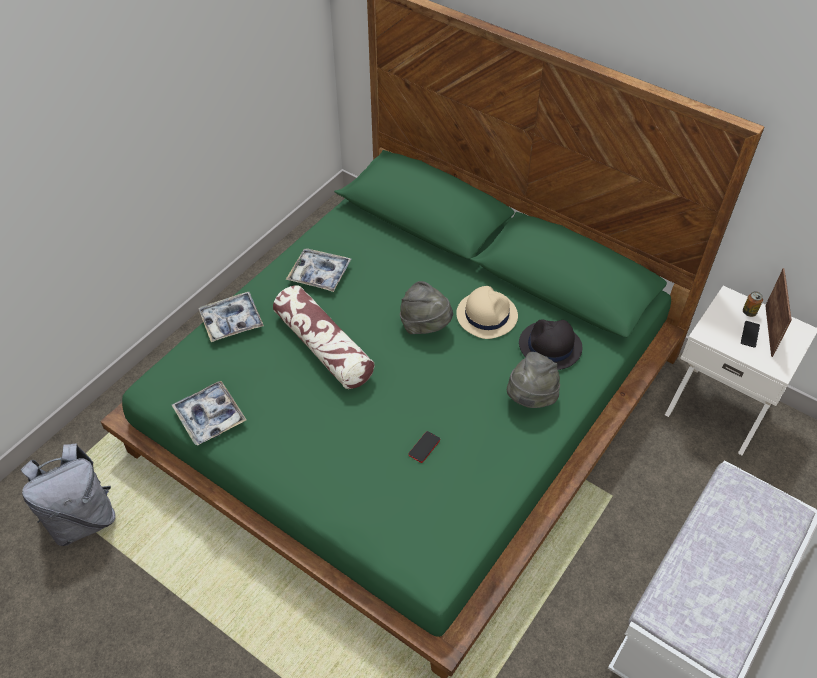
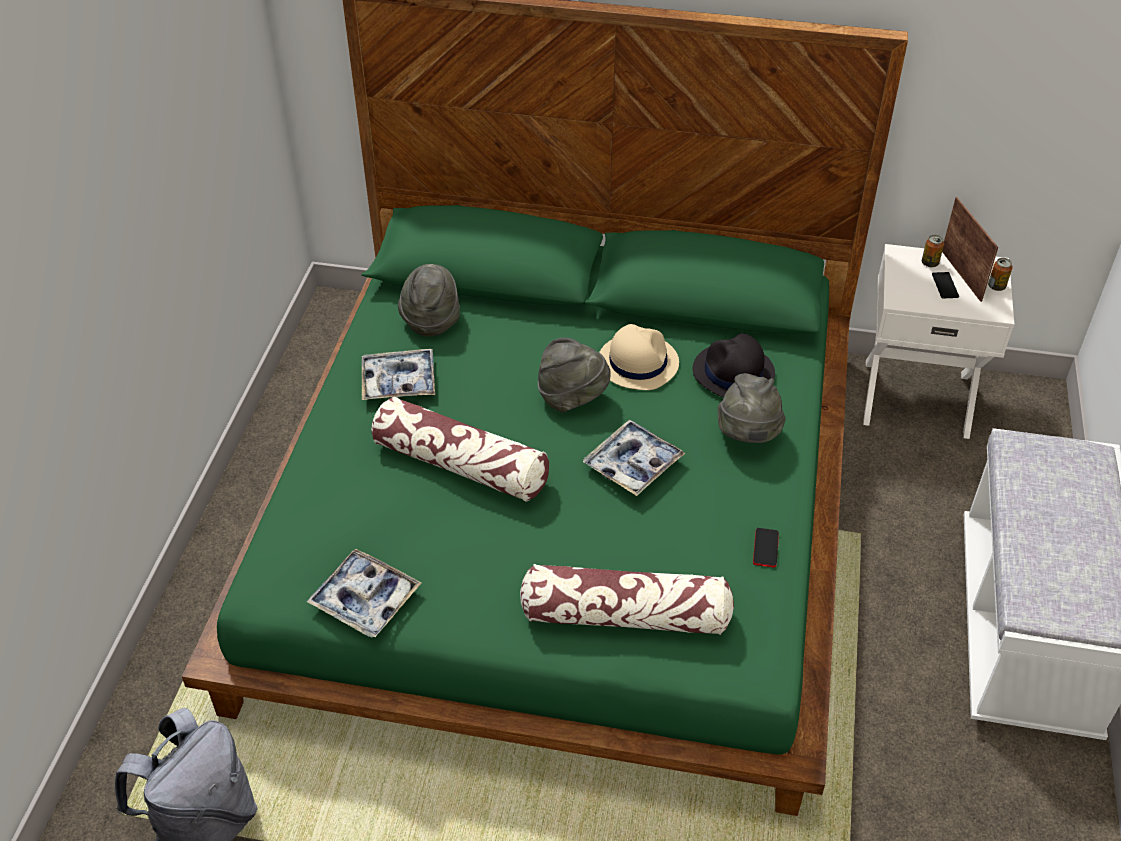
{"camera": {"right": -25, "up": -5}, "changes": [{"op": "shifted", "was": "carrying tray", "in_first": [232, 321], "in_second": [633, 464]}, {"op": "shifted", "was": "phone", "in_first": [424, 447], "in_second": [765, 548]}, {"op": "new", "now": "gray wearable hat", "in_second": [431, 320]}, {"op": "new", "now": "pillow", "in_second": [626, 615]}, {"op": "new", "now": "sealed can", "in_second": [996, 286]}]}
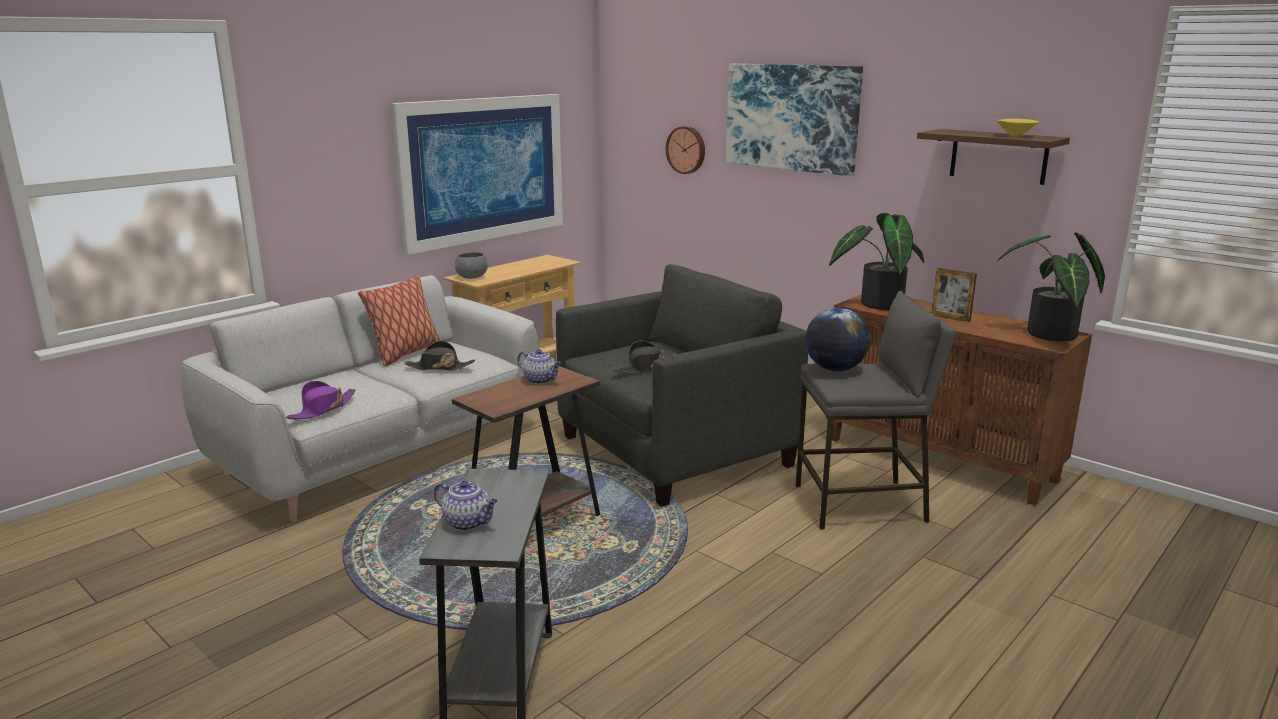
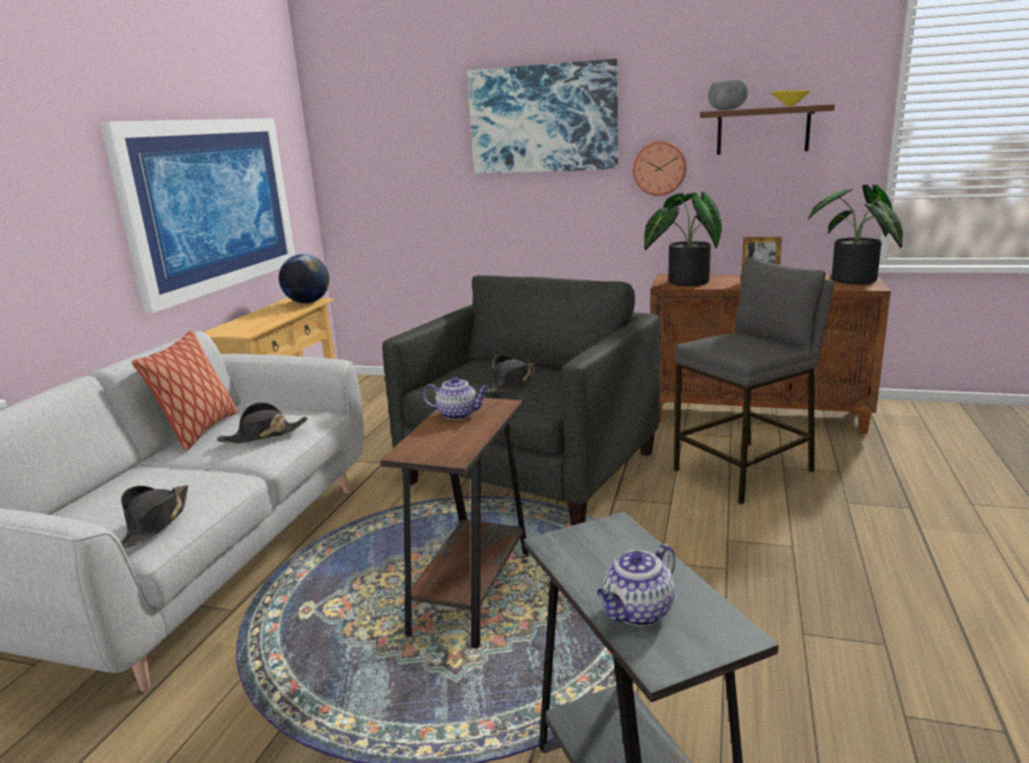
{"camera": {"right": -25, "up": 0}, "changes": [{"op": "repainted", "was": "purple-coloured wearable hat", "now": "blackish wearable hat", "in_first": [322, 409], "in_second": [155, 523]}, {"op": "rotated", "was": "pot for tea", "in_first": [468, 523], "in_second": [637, 612], "clockwise": 135}, {"op": "shifted", "was": "gray deep dish", "in_first": [471, 277], "in_second": [726, 110]}, {"op": "shifted", "was": "clock on the wall", "in_first": [686, 149], "in_second": [659, 168]}, {"op": "shifted", "was": "desk globe", "in_first": [834, 369], "in_second": [307, 302]}]}
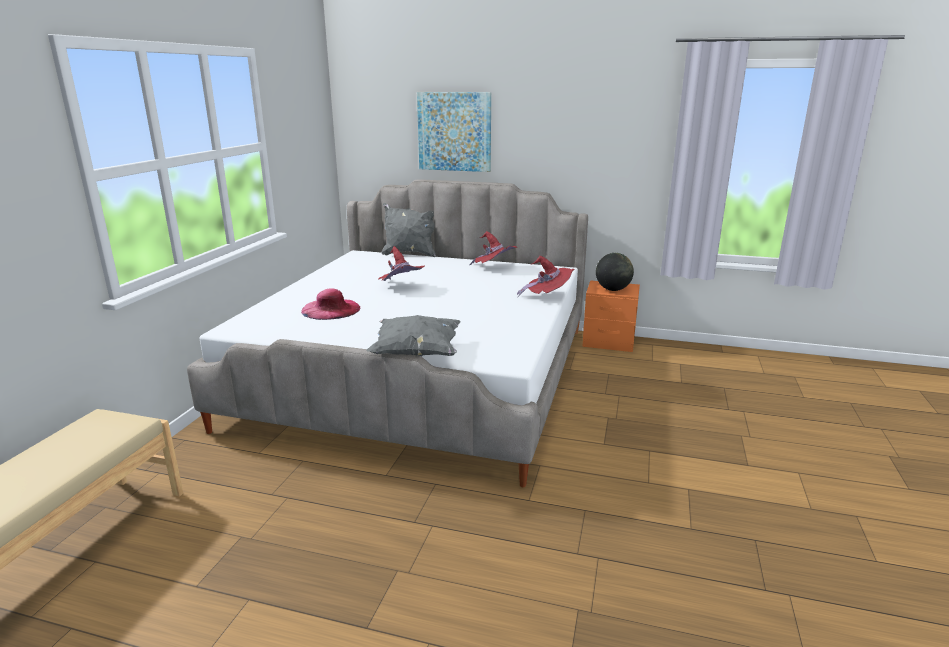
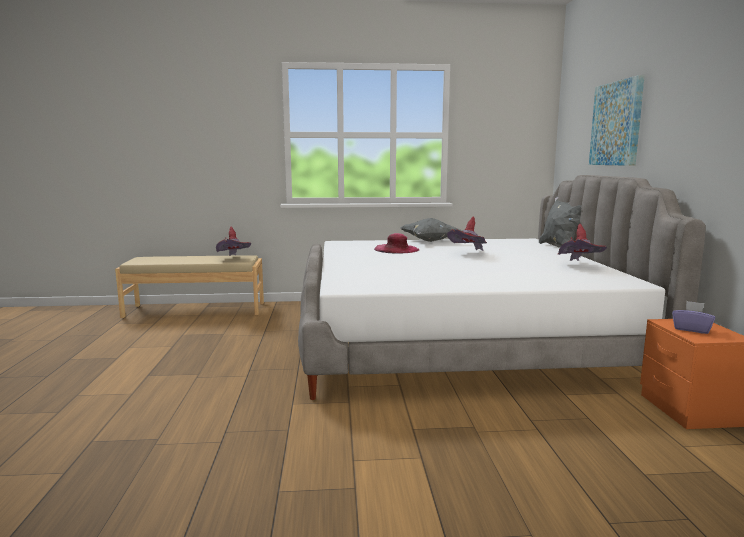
{"camera": {"right": 70, "up": -10}, "changes": [{"op": "shifted", "was": "gray pillow", "in_first": [416, 353], "in_second": [429, 241]}, {"op": "shifted", "was": "red-coloured wearable hat", "in_first": [548, 296], "in_second": [233, 259]}, {"op": "swapped", "was": "desk globe", "now": "purple-coloured tissue box", "in_first": [613, 290], "in_second": [691, 329]}]}
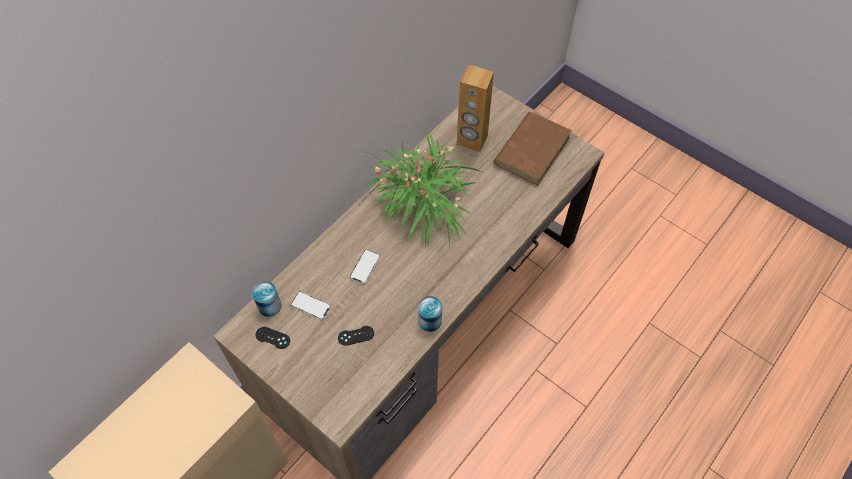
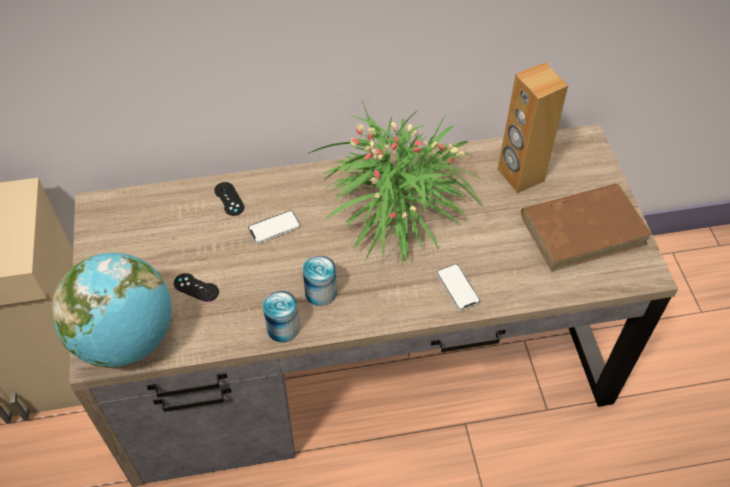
{"camera": {"right": 40, "up": -5}, "changes": [{"op": "shifted", "was": "sealed can", "in_first": [269, 306], "in_second": [320, 292]}, {"op": "shifted", "was": "blackish gamepad", "in_first": [272, 338], "in_second": [229, 199]}, {"op": "shifted", "was": "phone", "in_first": [311, 306], "in_second": [458, 287]}, {"op": "new", "now": "desk globe", "in_second": [127, 339]}]}
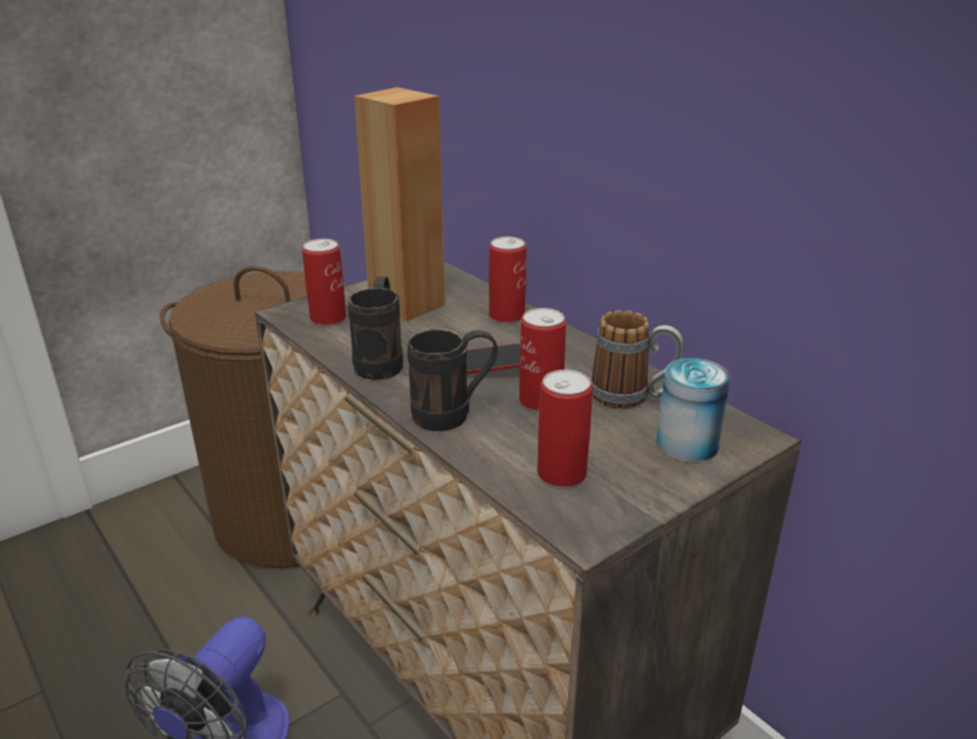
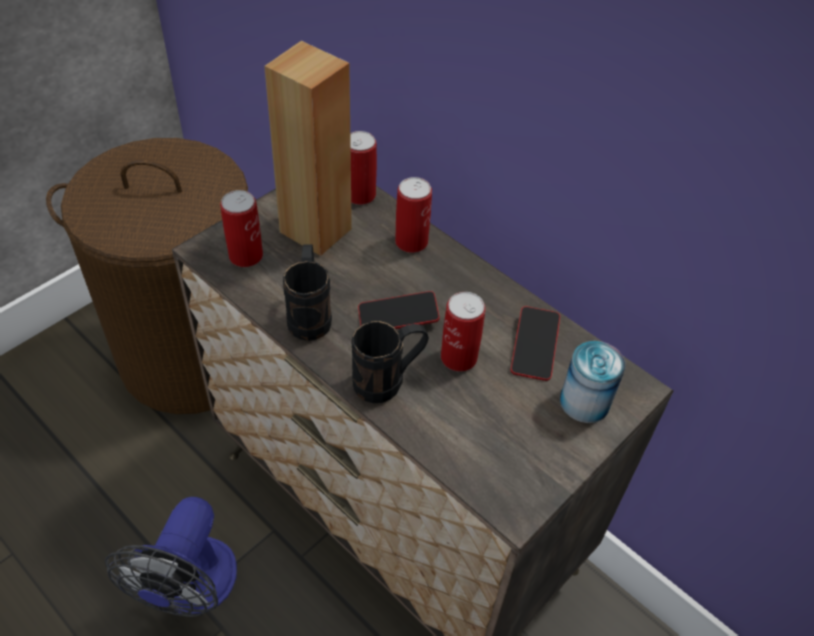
{"camera": {"right": -10, "up": 20}, "changes": [{"op": "shifted", "was": "sealed can", "in_first": [561, 473], "in_second": [360, 195]}, {"op": "swapped", "was": "tea mug", "now": "phone", "in_first": [631, 397], "in_second": [534, 347]}]}
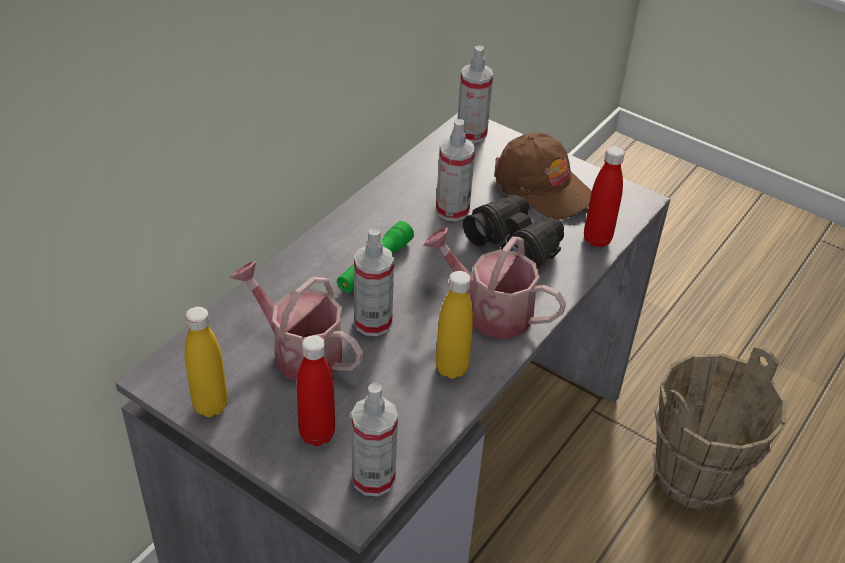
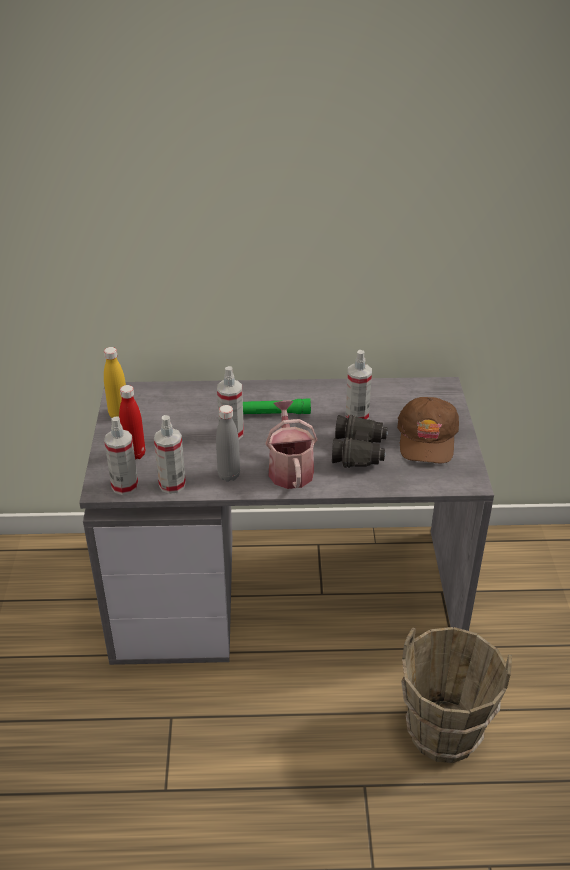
{"camera": {"right": 55, "up": -5}, "changes": [{"op": "gone", "was": "watering pot", "in_first": [299, 352]}, {"op": "repainted", "was": "yellow-coloured beverage bottle", "now": "gray beverage bottle", "in_first": [451, 368], "in_second": [229, 475]}, {"op": "shifted", "was": "hand sprayer", "in_first": [471, 134], "in_second": [172, 484]}, {"op": "gone", "was": "red-coloured beverage bottle", "in_first": [597, 239]}]}
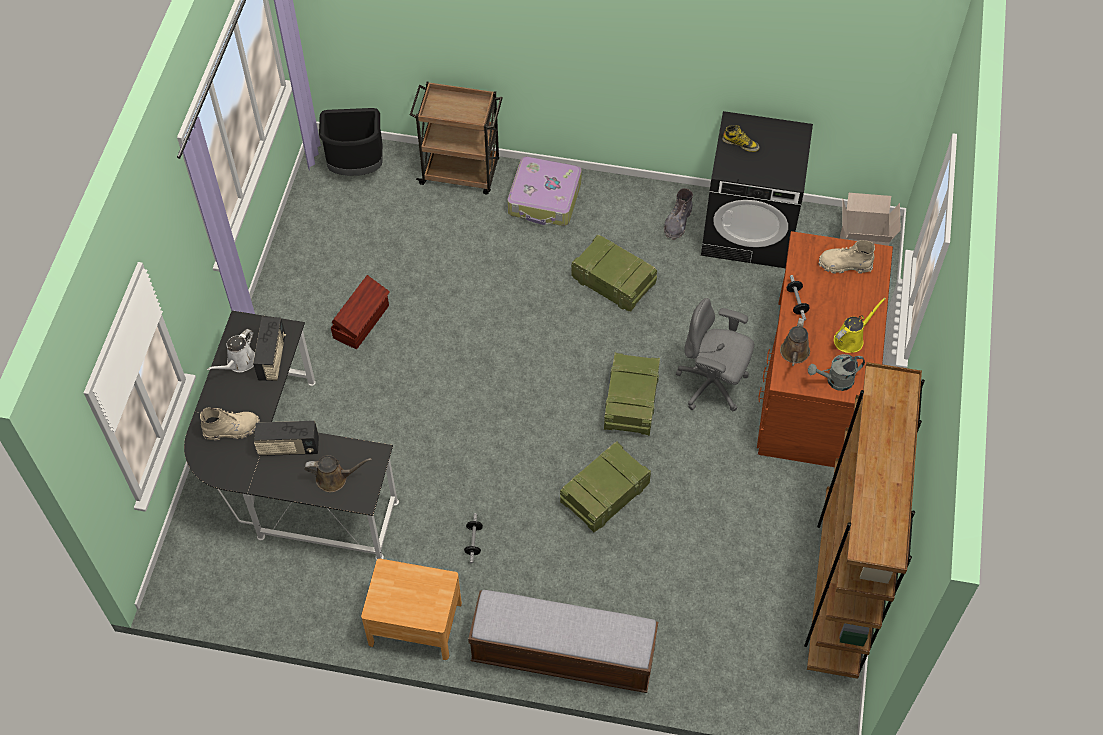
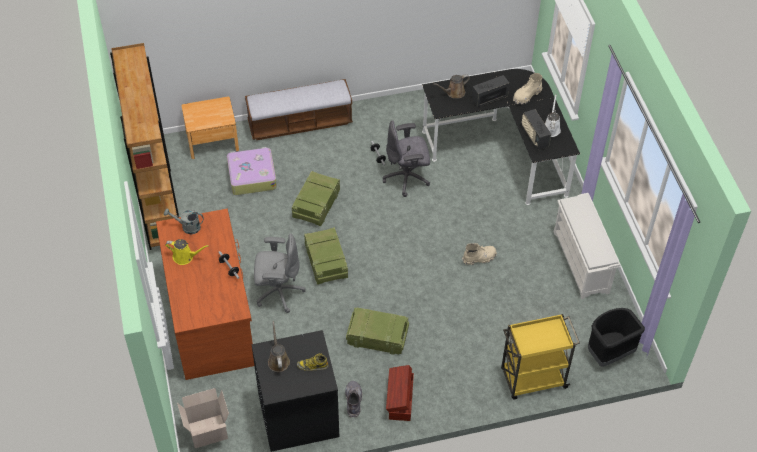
{"camera": {"right": 155, "up": -5}, "changes": [{"op": "shifted", "was": "brown-coloured storage bin", "in_first": [362, 322], "in_second": [400, 400]}, {"op": "shifted", "was": "brown-coloured nightstand", "in_first": [415, 623], "in_second": [212, 141]}, {"op": "repainted", "was": "brown-coloured cart", "now": "yellow-coloured cart", "in_first": [461, 172], "in_second": [532, 379]}, {"op": "shifted", "was": "travel case", "in_first": [545, 199], "in_second": [251, 176]}, {"op": "shifted", "was": "brown-coloured watering pot", "in_first": [794, 354], "in_second": [278, 360]}, {"op": "rotated", "was": "gray watering pot", "in_first": [835, 381], "in_second": [187, 227], "clockwise": -135}, {"op": "shifted", "was": "beige tall boot", "in_first": [844, 265], "in_second": [479, 258]}, {"op": "rotated", "was": "yellow-coloured watering pot", "in_first": [851, 339], "in_second": [185, 257], "clockwise": -105}, {"op": "new", "now": "gray office chair", "in_second": [407, 178]}, {"op": "new", "now": "whitish shoe shelf", "in_second": [582, 262]}]}
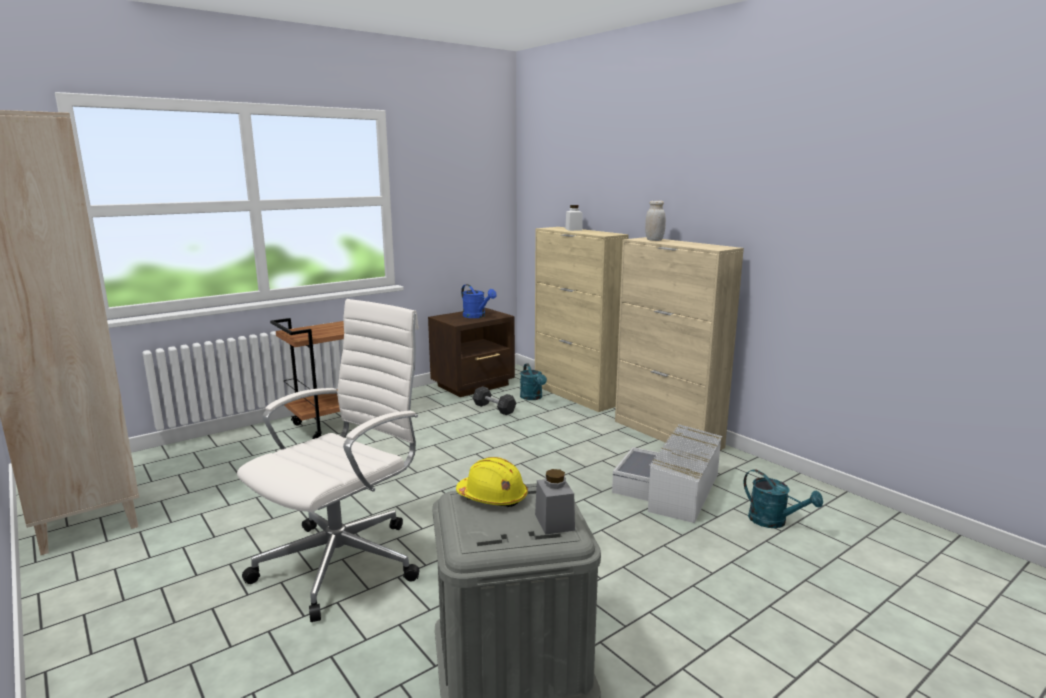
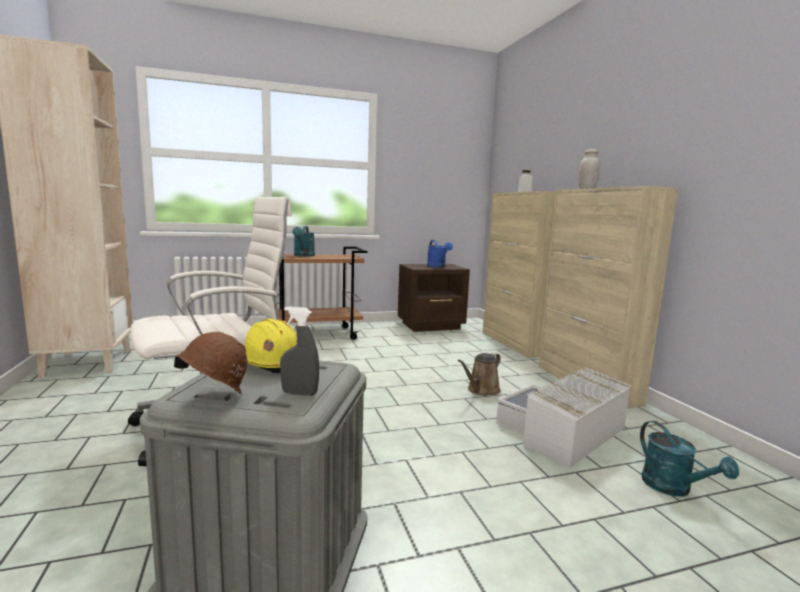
{"camera": {"right": 20, "up": -5}, "changes": [{"op": "gone", "was": "gray free weight", "in_first": [494, 408]}, {"op": "shifted", "was": "blue-green watering pot", "in_first": [533, 397], "in_second": [303, 255]}, {"op": "swapped", "was": "gray jar", "now": "gray hand sprayer", "in_first": [554, 522], "in_second": [299, 393]}, {"op": "new", "now": "brown-coloured work helmet", "in_second": [214, 400]}, {"op": "new", "now": "brown-coloured watering pot", "in_second": [481, 390]}]}
